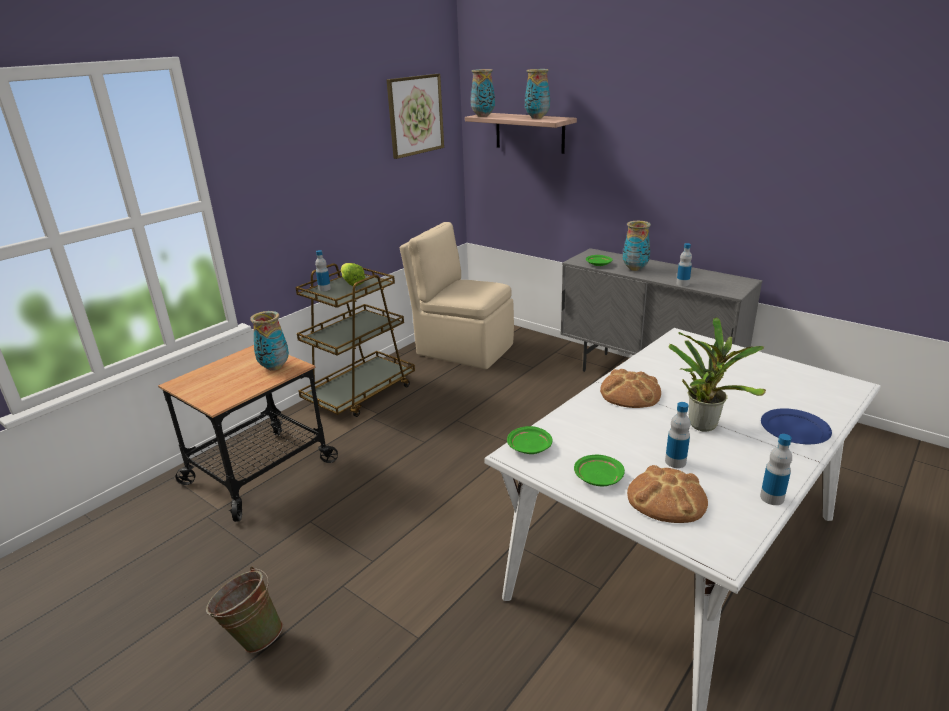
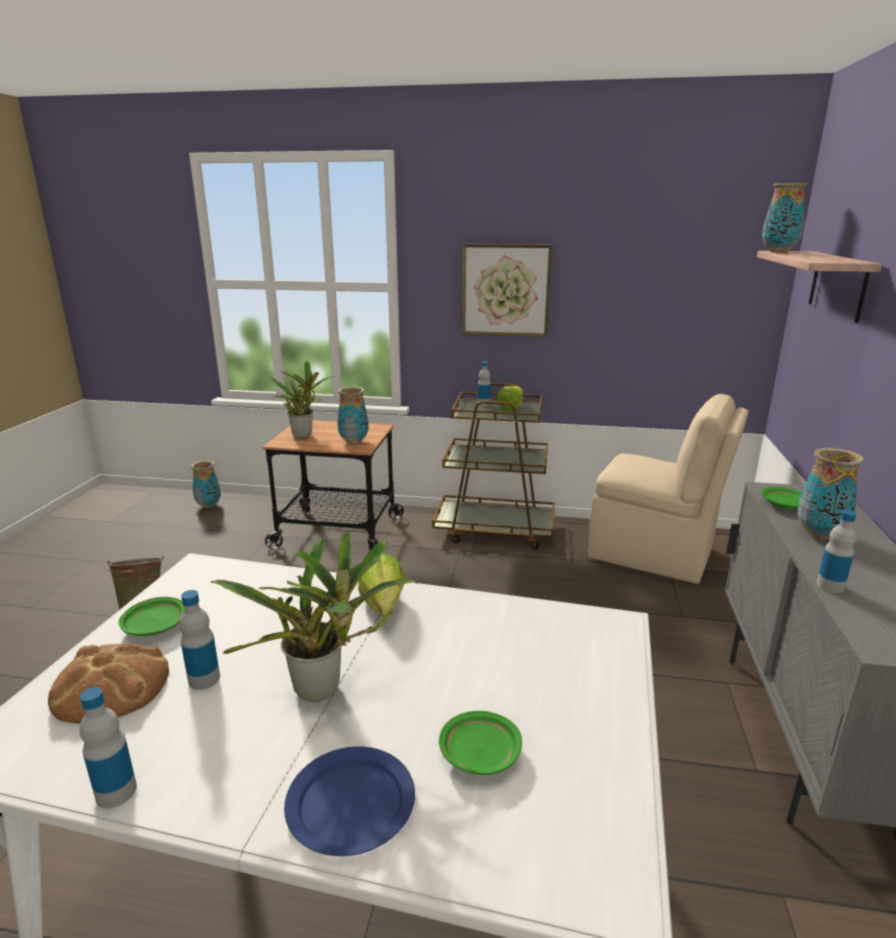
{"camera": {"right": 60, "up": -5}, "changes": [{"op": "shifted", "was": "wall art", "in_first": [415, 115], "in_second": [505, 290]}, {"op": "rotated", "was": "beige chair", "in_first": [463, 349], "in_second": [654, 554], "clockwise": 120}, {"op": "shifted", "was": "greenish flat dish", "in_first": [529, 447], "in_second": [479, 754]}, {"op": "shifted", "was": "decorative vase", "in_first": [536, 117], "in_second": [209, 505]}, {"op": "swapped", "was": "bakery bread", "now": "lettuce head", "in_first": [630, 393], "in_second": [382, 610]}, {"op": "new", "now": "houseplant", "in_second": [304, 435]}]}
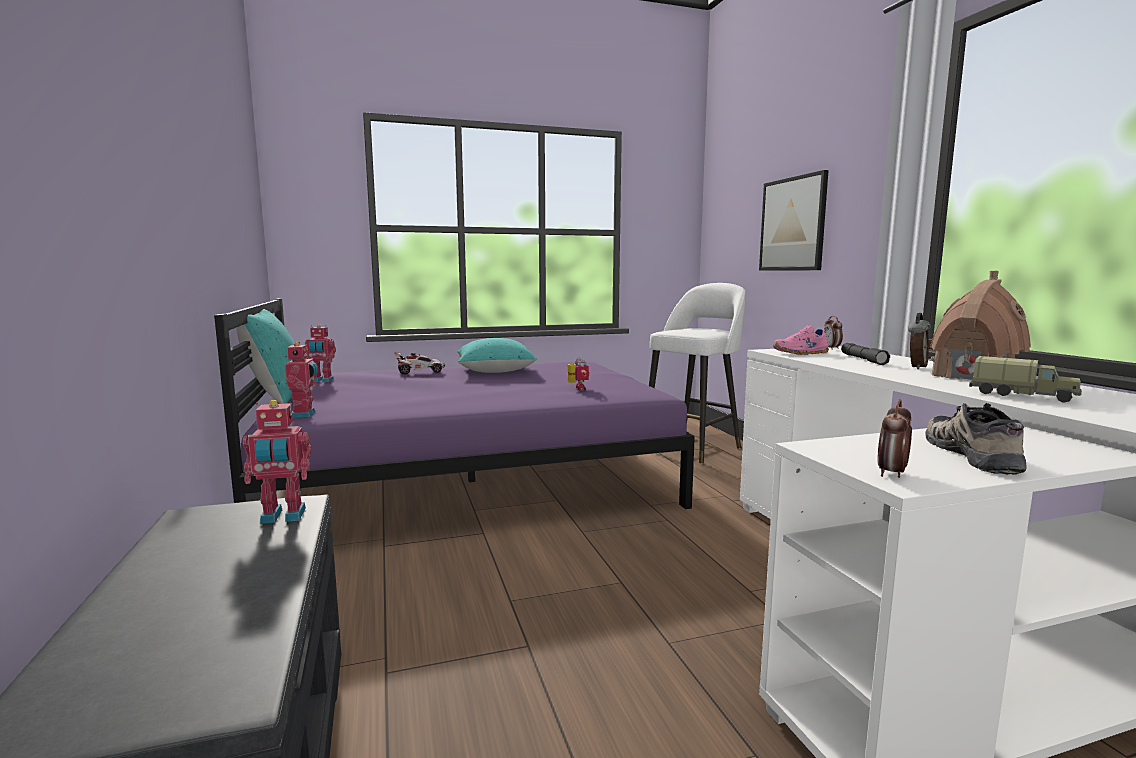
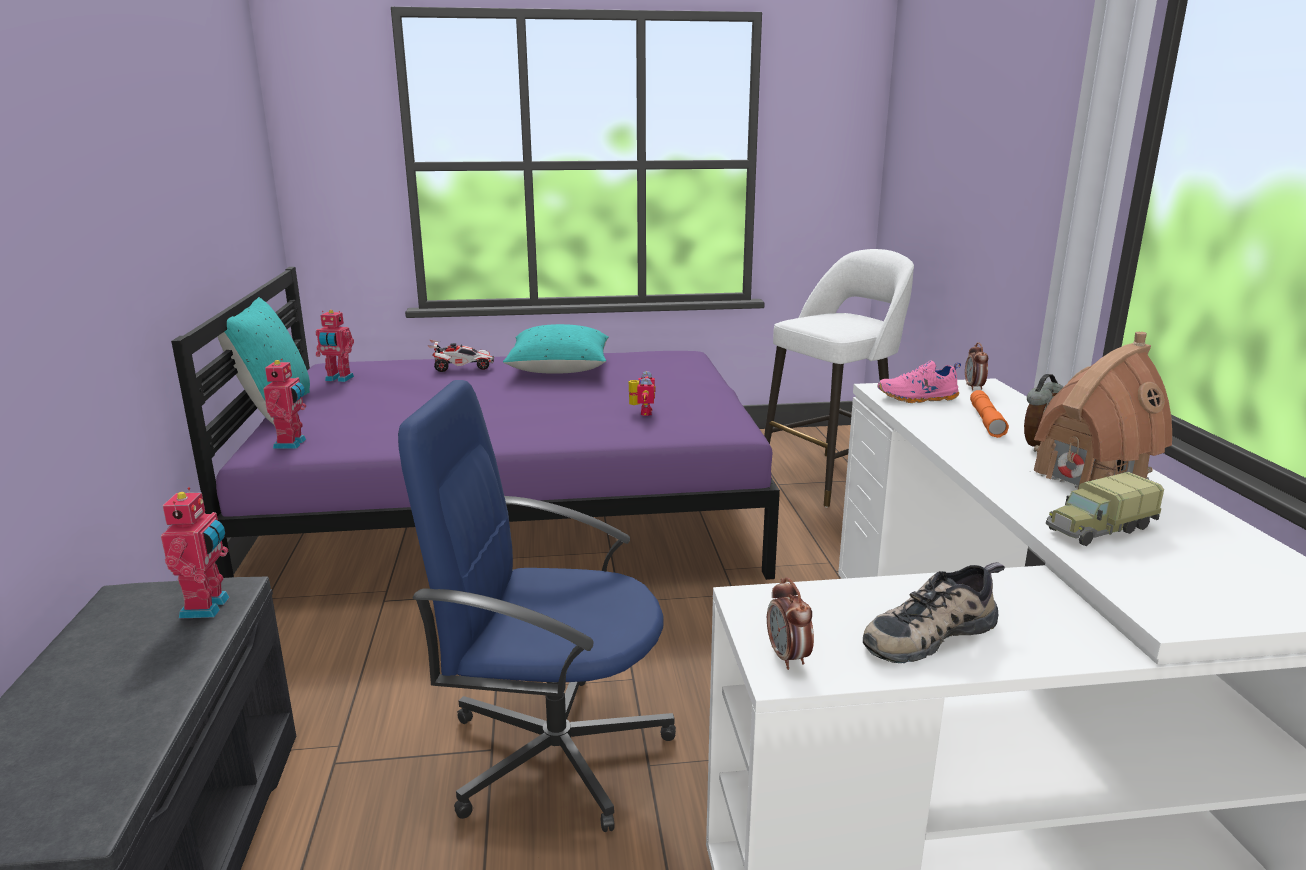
{"camera": {"right": 10, "up": 10}, "changes": [{"op": "rotated", "was": "robot figure", "in_first": [282, 517], "in_second": [208, 607], "clockwise": -90}, {"op": "gone", "was": "wall art", "in_first": [792, 224]}, {"op": "repainted", "was": "gray torch", "now": "orangey torch", "in_first": [863, 359], "in_second": [986, 421]}, {"op": "rotated", "was": "table clock", "in_first": [892, 473], "in_second": [788, 657], "clockwise": -60}, {"op": "rotated", "was": "item of footwear", "in_first": [975, 454], "in_second": [928, 632], "clockwise": -135}, {"op": "rotated", "was": "toy lorry", "in_first": [1022, 395], "in_second": [1098, 529], "clockwise": 105}, {"op": "new", "now": "blue-coloured office chair", "in_second": [553, 751]}]}
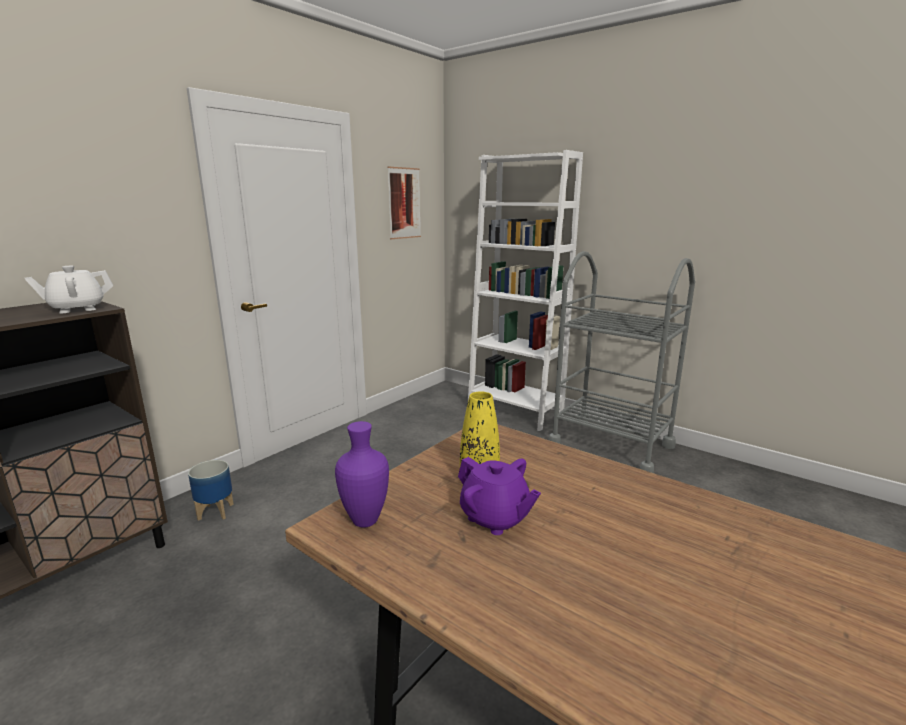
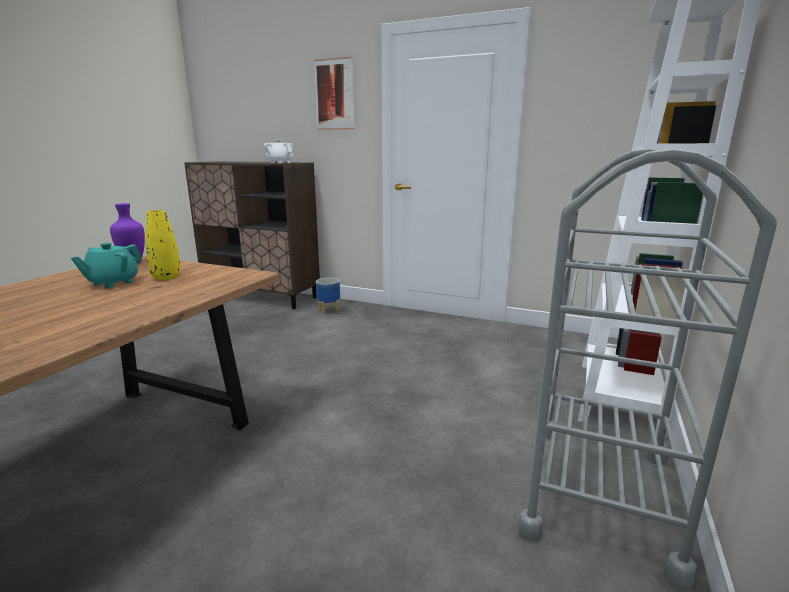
{"camera": {"right": 75, "up": 0}, "changes": [{"op": "shifted", "was": "wall art", "in_first": [404, 203], "in_second": [334, 94]}, {"op": "repainted", "was": "purple-coloured pot for tea", "now": "blue-green pot for tea", "in_first": [495, 518], "in_second": [113, 283]}]}
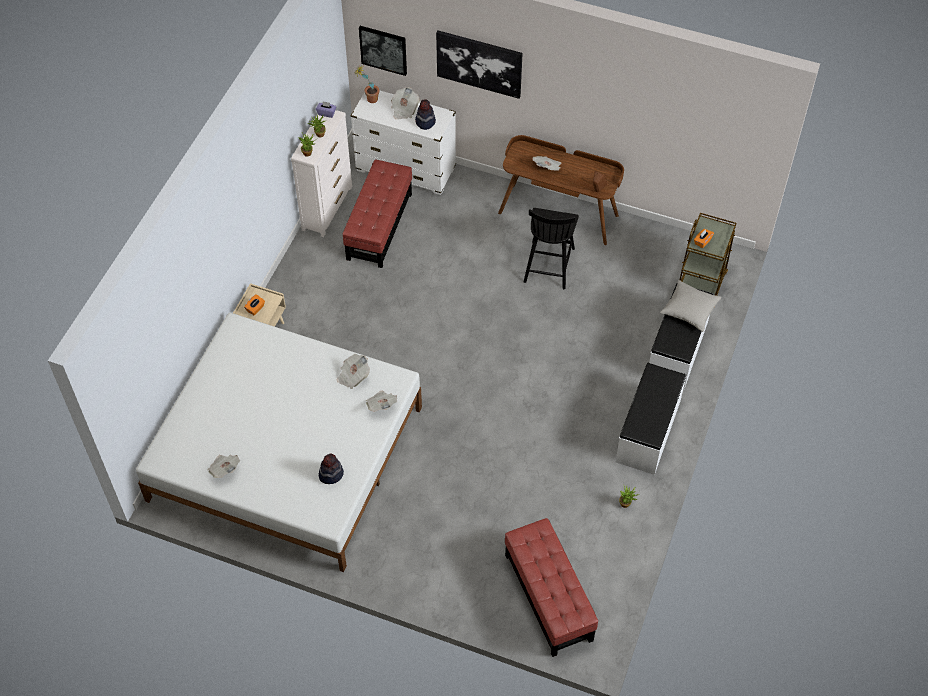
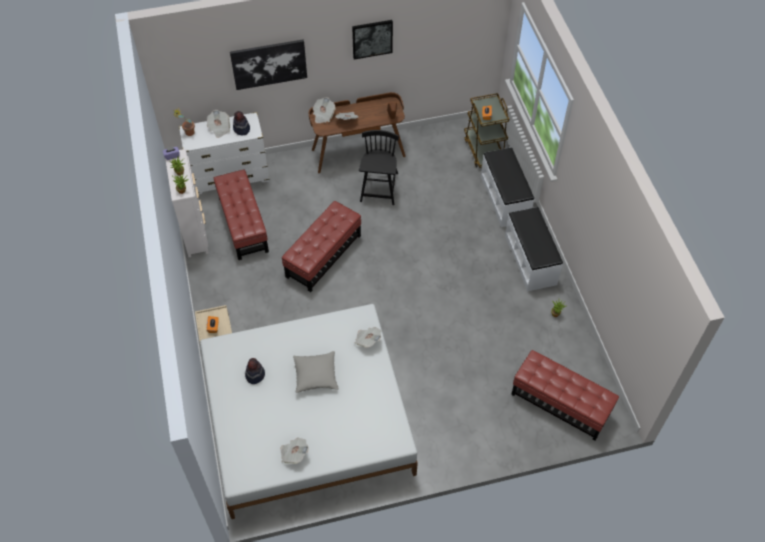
{"camera": {"right": -35, "up": 0}, "changes": [{"op": "shifted", "was": "wearable hat", "in_first": [331, 474], "in_second": [255, 375]}, {"op": "shifted", "was": "daily paper", "in_first": [353, 376], "in_second": [323, 115]}, {"op": "shifted", "was": "wall art", "in_first": [383, 49], "in_second": [372, 38]}, {"op": "rotated", "was": "blackish chair", "in_first": [549, 264], "in_second": [379, 188], "clockwise": -150}, {"op": "shifted", "was": "gray pillow", "in_first": [689, 310], "in_second": [315, 375]}, {"op": "new", "now": "red-coloured ottoman", "in_second": [323, 256]}]}
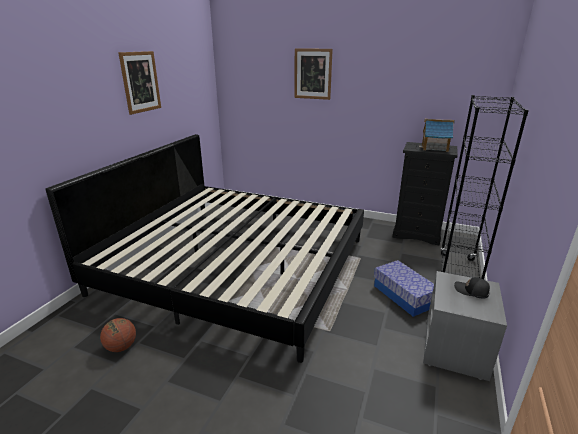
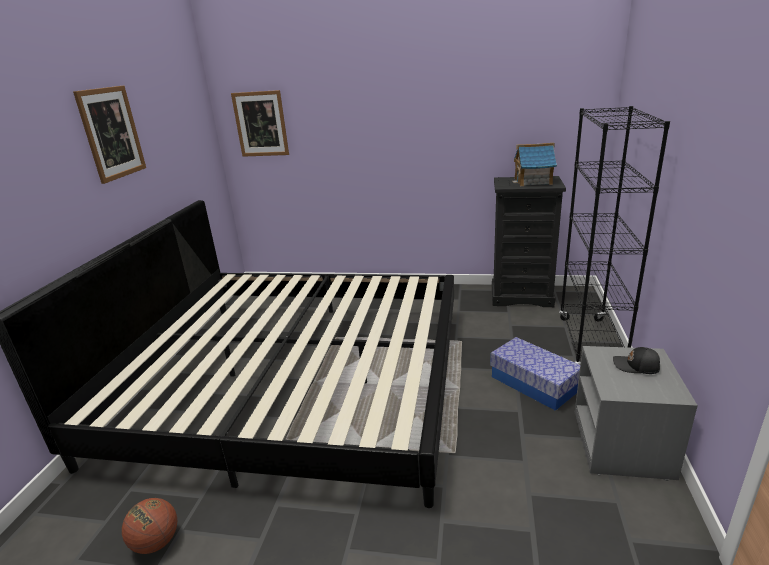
{"camera": {"right": -10, "up": 0}, "changes": [{"op": "shifted", "was": "wall art", "in_first": [312, 74], "in_second": [261, 124]}]}
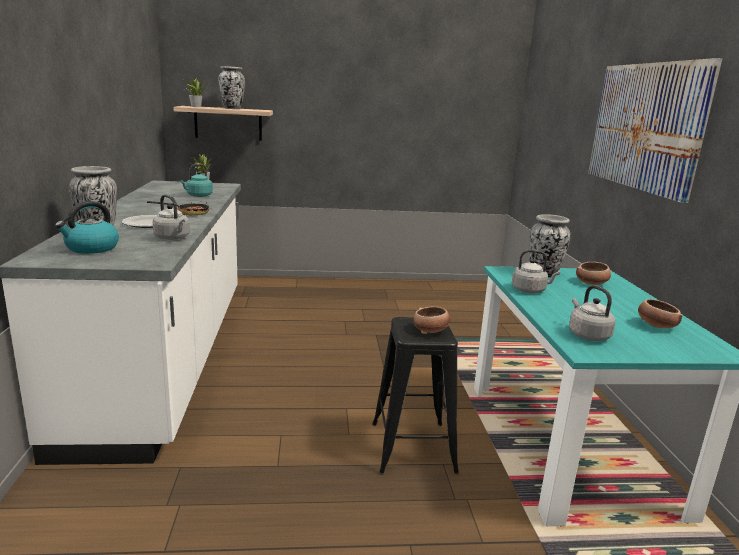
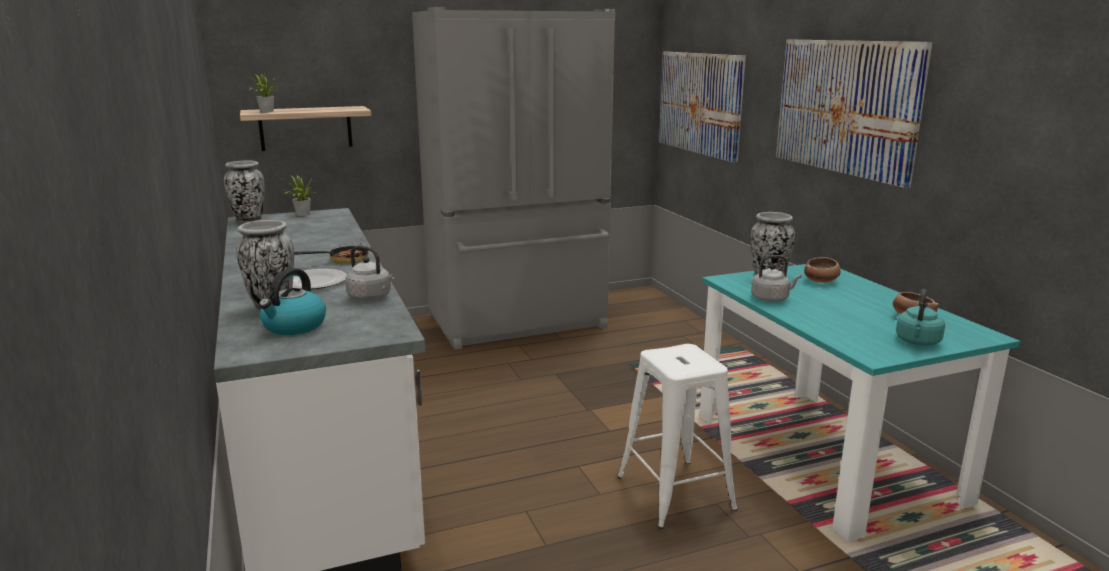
{"camera": {"right": -15, "up": 0}, "changes": [{"op": "shifted", "was": "blue-green water kettle", "in_first": [198, 196], "in_second": [917, 342]}, {"op": "shifted", "was": "decorative vase", "in_first": [232, 108], "in_second": [249, 220]}, {"op": "repainted", "was": "blackish stool", "now": "whitish stool", "in_first": [412, 448], "in_second": [675, 493]}, {"op": "gone", "was": "deep dish", "in_first": [430, 331]}, {"op": "gone", "was": "gray water kettle", "in_first": [587, 335]}, {"op": "new", "now": "gray fridge", "in_second": [519, 322]}, {"op": "new", "now": "wall art", "in_second": [700, 103]}]}
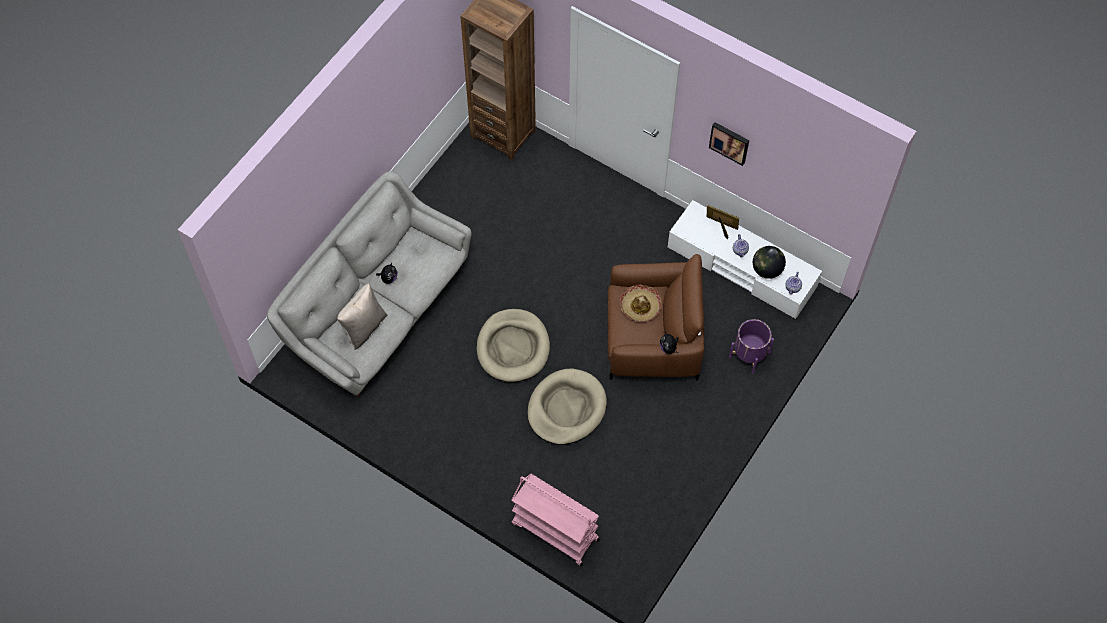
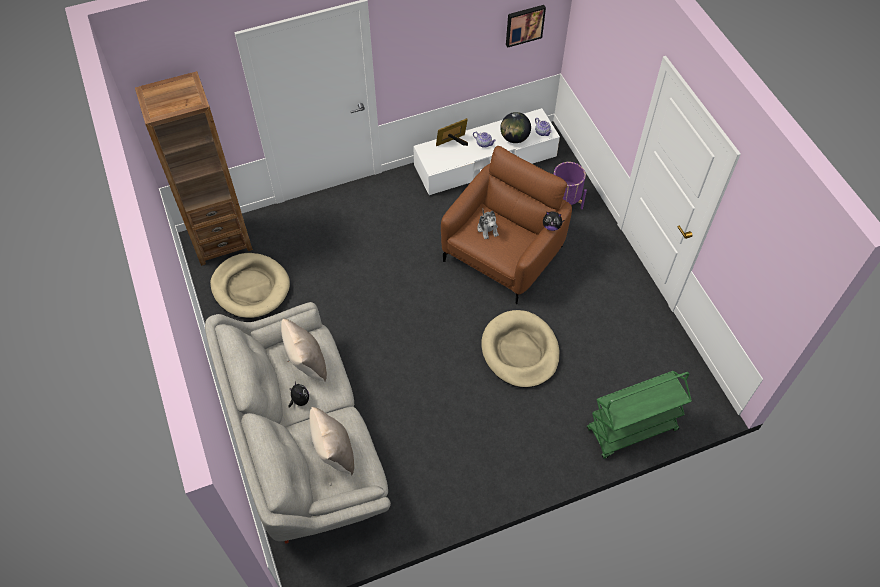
{"camera": {"right": -55, "up": -5}, "changes": [{"op": "shifted", "was": "beige pet bed", "in_first": [513, 347], "in_second": [251, 287]}, {"op": "repainted", "was": "pink cart", "now": "greenish cart", "in_first": [554, 531], "in_second": [631, 430]}, {"op": "swapped", "was": "wearable hat", "now": "plush toy", "in_first": [640, 306], "in_second": [488, 229]}, {"op": "shifted", "was": "wall art", "in_first": [730, 142], "in_second": [524, 24]}, {"op": "new", "now": "beige pillow", "in_second": [306, 363]}]}
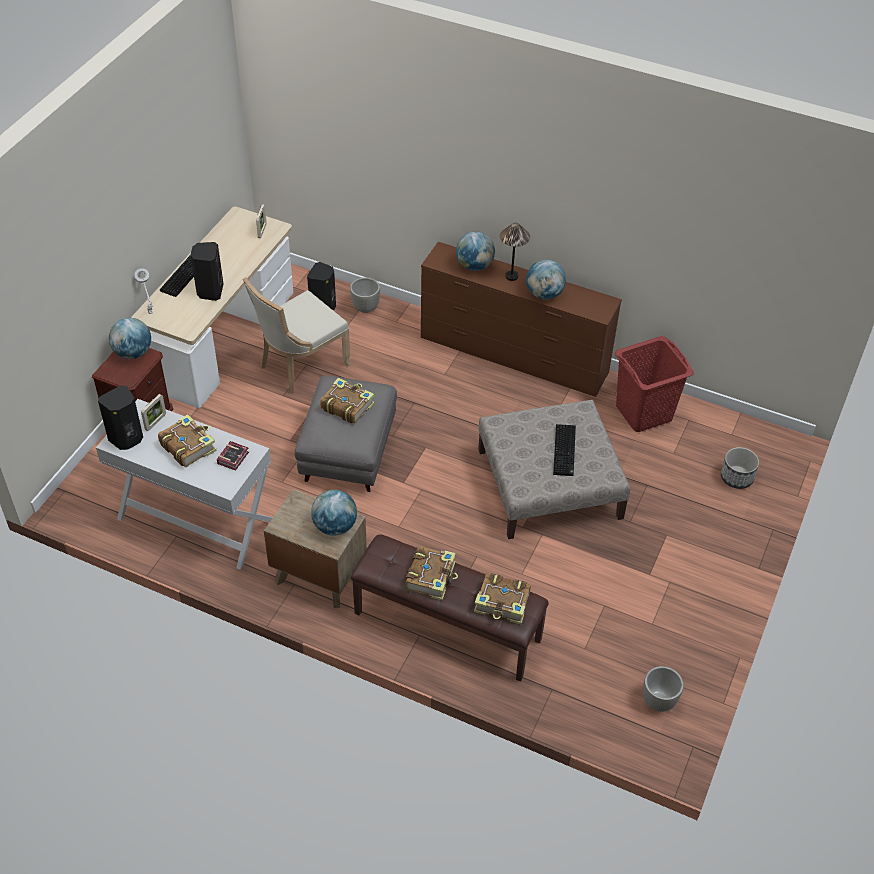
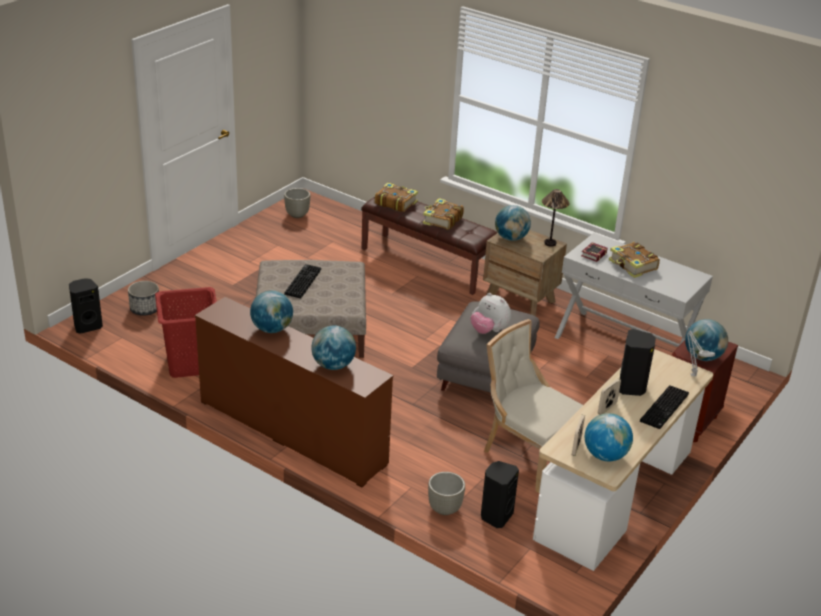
{"camera": {"right": -170, "up": -15}, "changes": [{"op": "shifted", "was": "blackish audio speaker", "in_first": [127, 439], "in_second": [87, 326]}, {"op": "shifted", "was": "picture frame", "in_first": [155, 422], "in_second": [607, 408]}, {"op": "rotated", "was": "beige chair", "in_first": [300, 366], "in_second": [527, 455], "clockwise": -105}, {"op": "swapped", "was": "bound book", "now": "plush toy", "in_first": [347, 406], "in_second": [489, 331]}, {"op": "shifted", "was": "lamp for a table", "in_first": [511, 276], "in_second": [550, 243]}, {"op": "new", "now": "desk globe", "in_second": [605, 455]}]}
